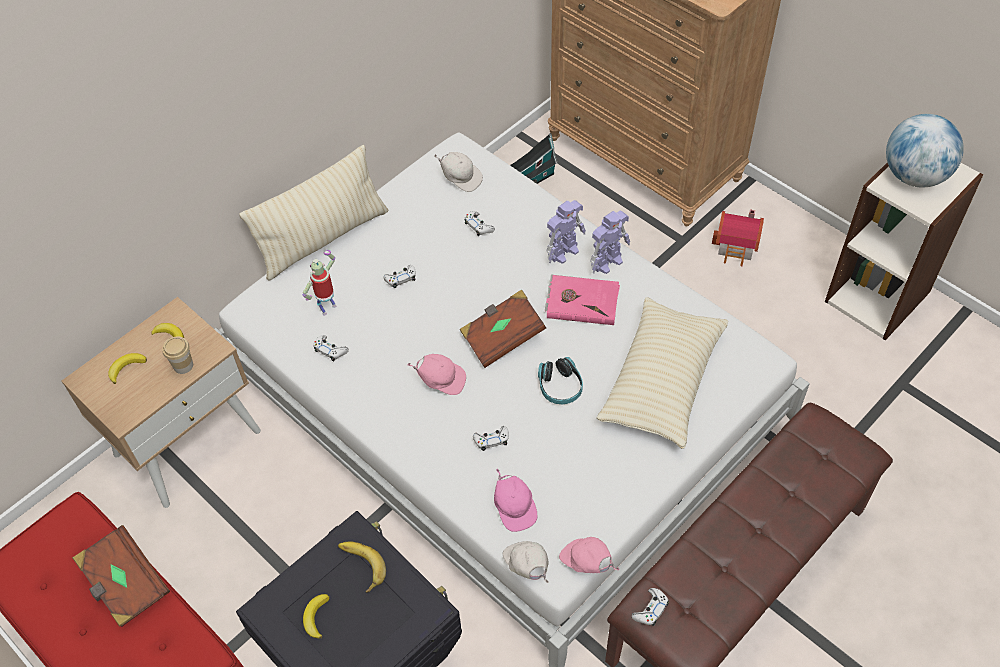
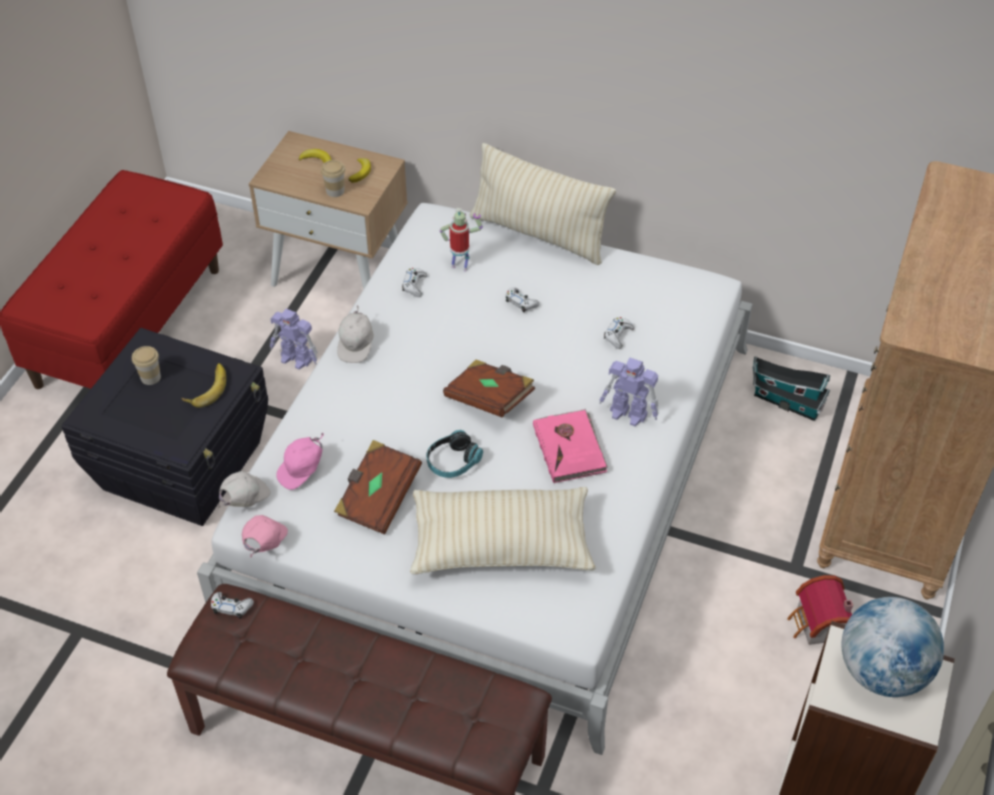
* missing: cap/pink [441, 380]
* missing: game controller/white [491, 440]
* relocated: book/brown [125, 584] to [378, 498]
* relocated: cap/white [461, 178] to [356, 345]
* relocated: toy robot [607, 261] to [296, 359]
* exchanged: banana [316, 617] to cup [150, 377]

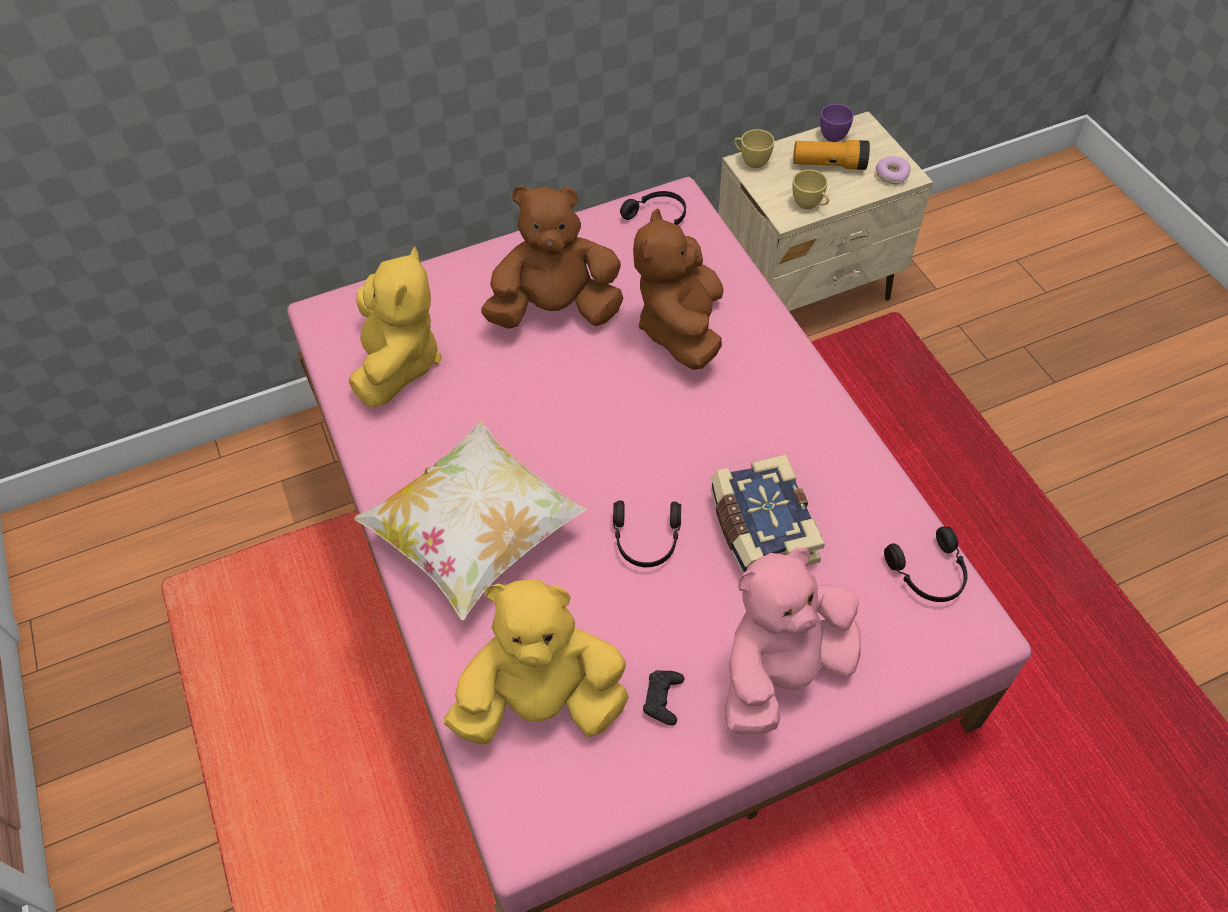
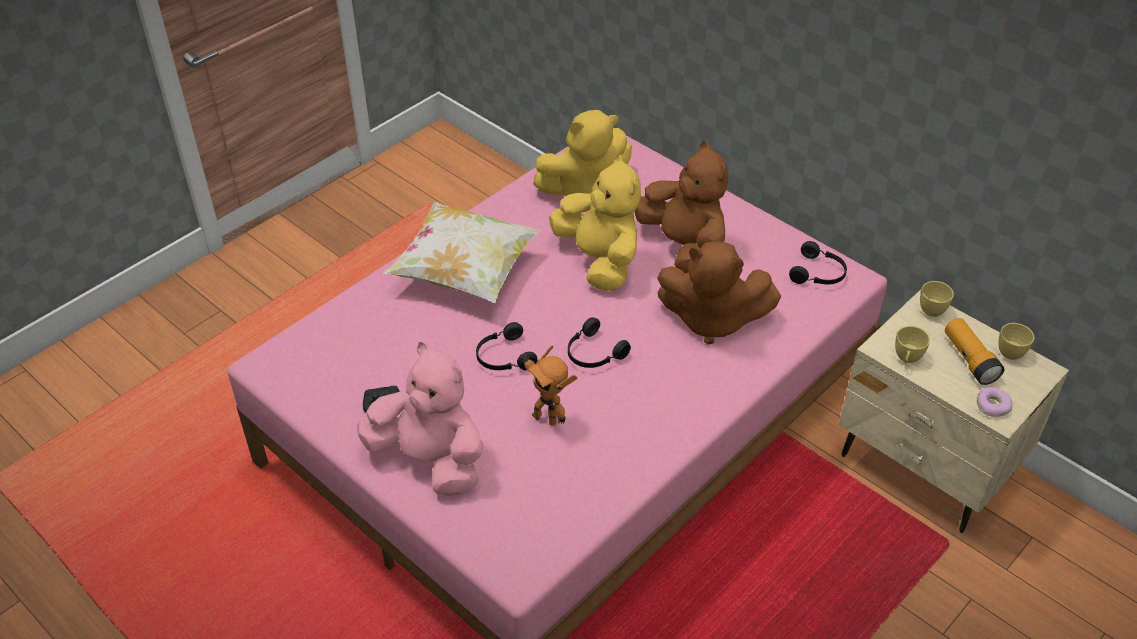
* relocated: plush toy/yellow [543, 701] to [599, 261]
* relocated: headphones/black [929, 574] to [593, 353]
* exchanged: book [760, 528] to toy robot [546, 417]
* colour: cup/purple [831, 134] to cup/yellow [1012, 351]
* spun: plush toy/brown [681, 328] = [711, 320] 150 degrees counterclockwise

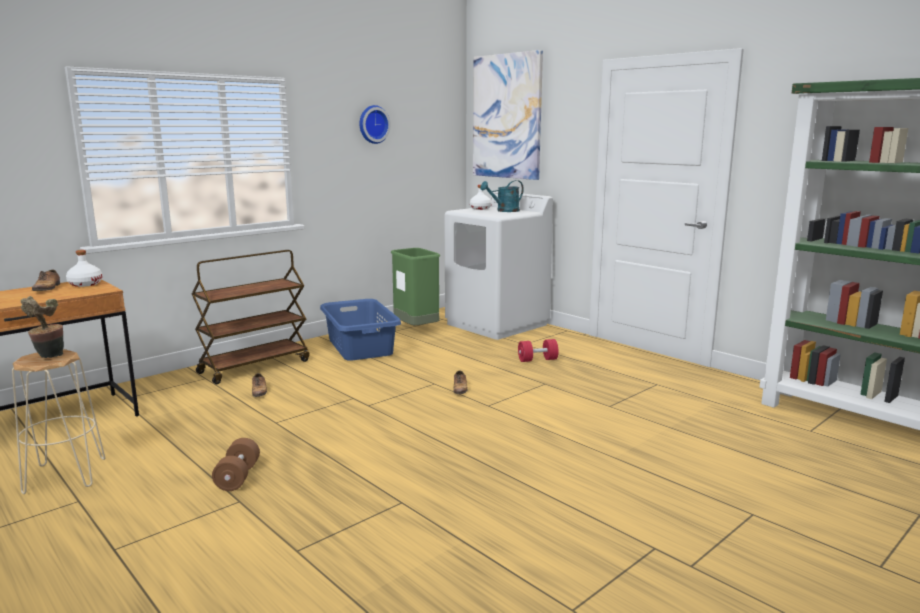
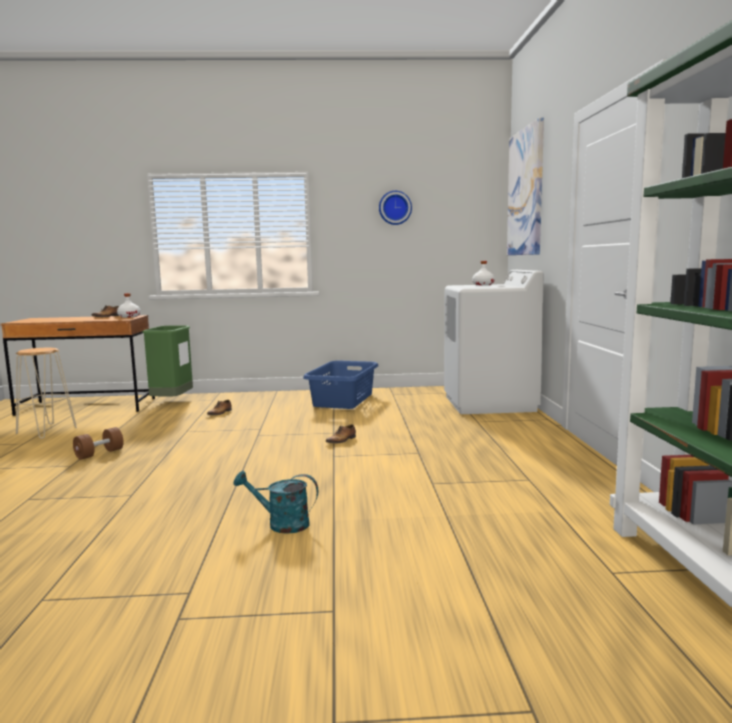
* missing: potted plant [48, 357]
* missing: cart/brown [255, 366]
* missing: dumbbell/red [537, 360]
* relocated: trash can/green [416, 329] to [172, 402]
* relocated: watering can/turquoise [504, 211] to [281, 524]

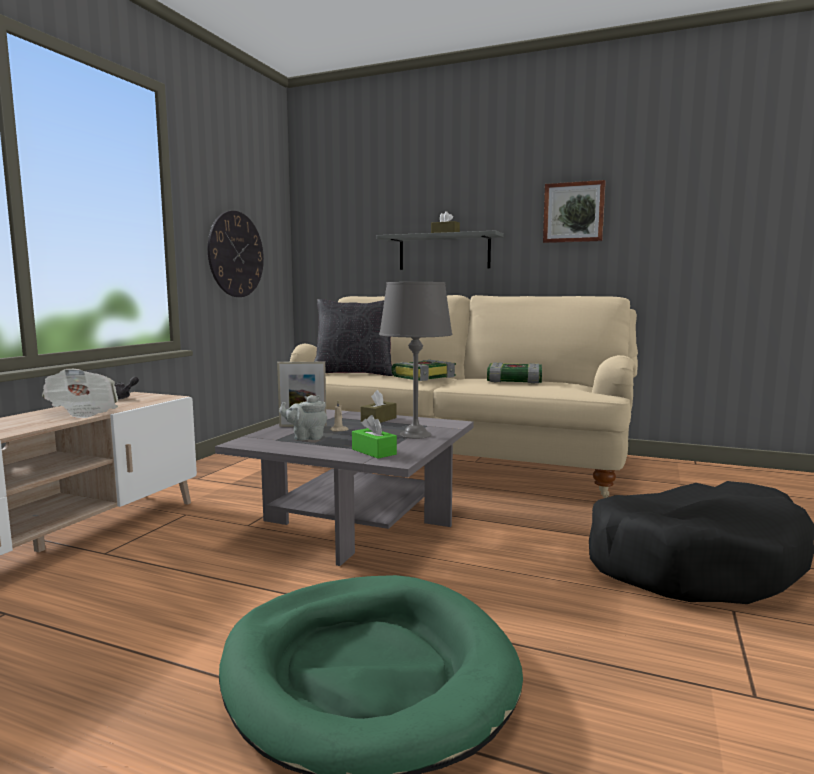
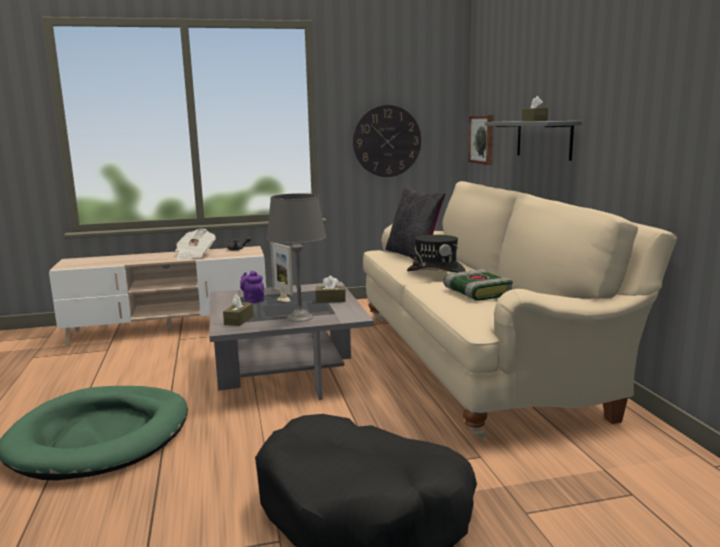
* relocated: picture [573, 212] to [482, 139]
* exchanged: book [424, 377] to hat/black [436, 271]
* colour: teapot/grey [306, 438] to teapot/purple [253, 300]
* colour: tissue box/green [374, 452] to tissue box/brown [239, 320]

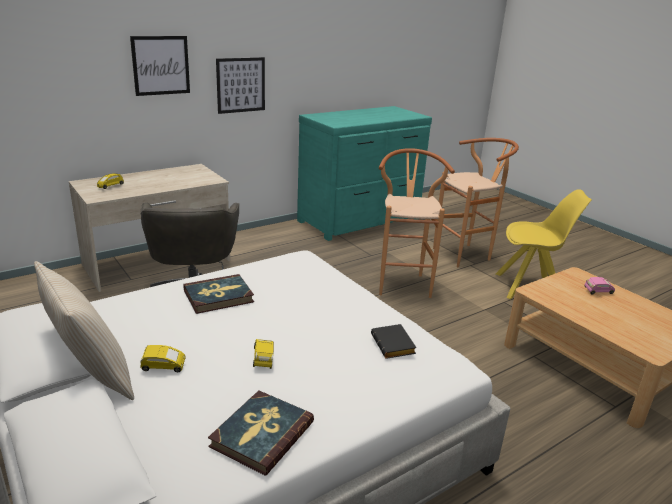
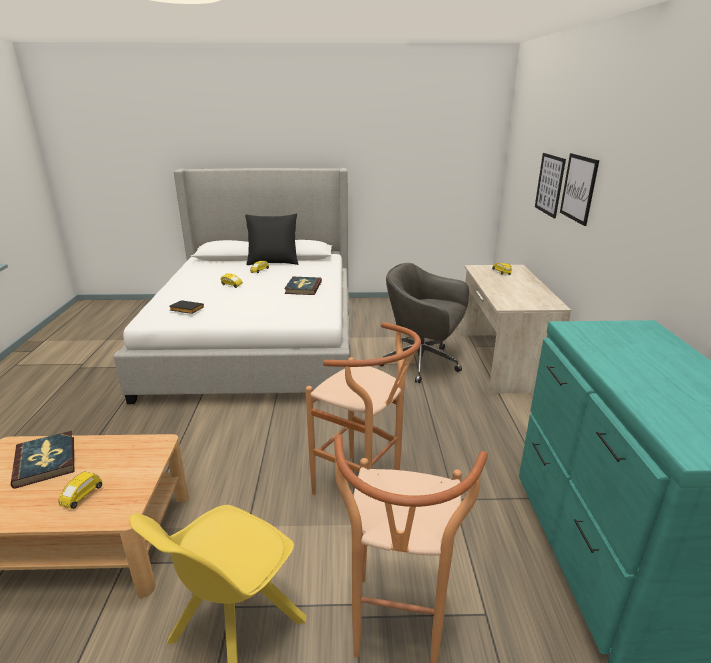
* relocated: book [261, 434] to [46, 461]
* relocated: picture [241, 85] to [549, 184]
* colour: pillow/beige [91, 376] to pillow/black [273, 262]
* colour: toy car/pink [598, 292] to toy car/yellow [81, 496]

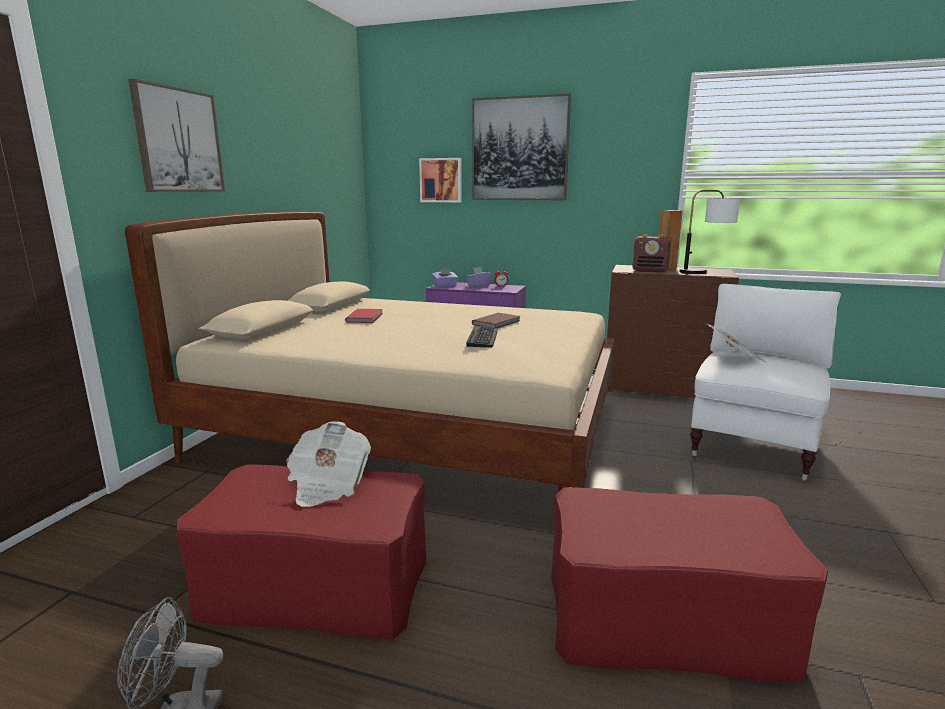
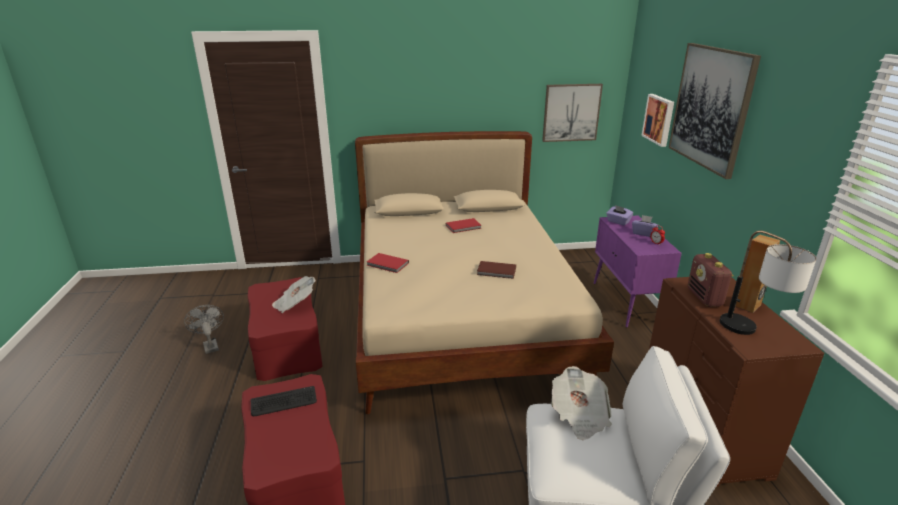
* appeared: book/red [387, 264]
* relocated: picture [178, 141] to [571, 112]
* relocated: keyboard [483, 337] to [284, 402]

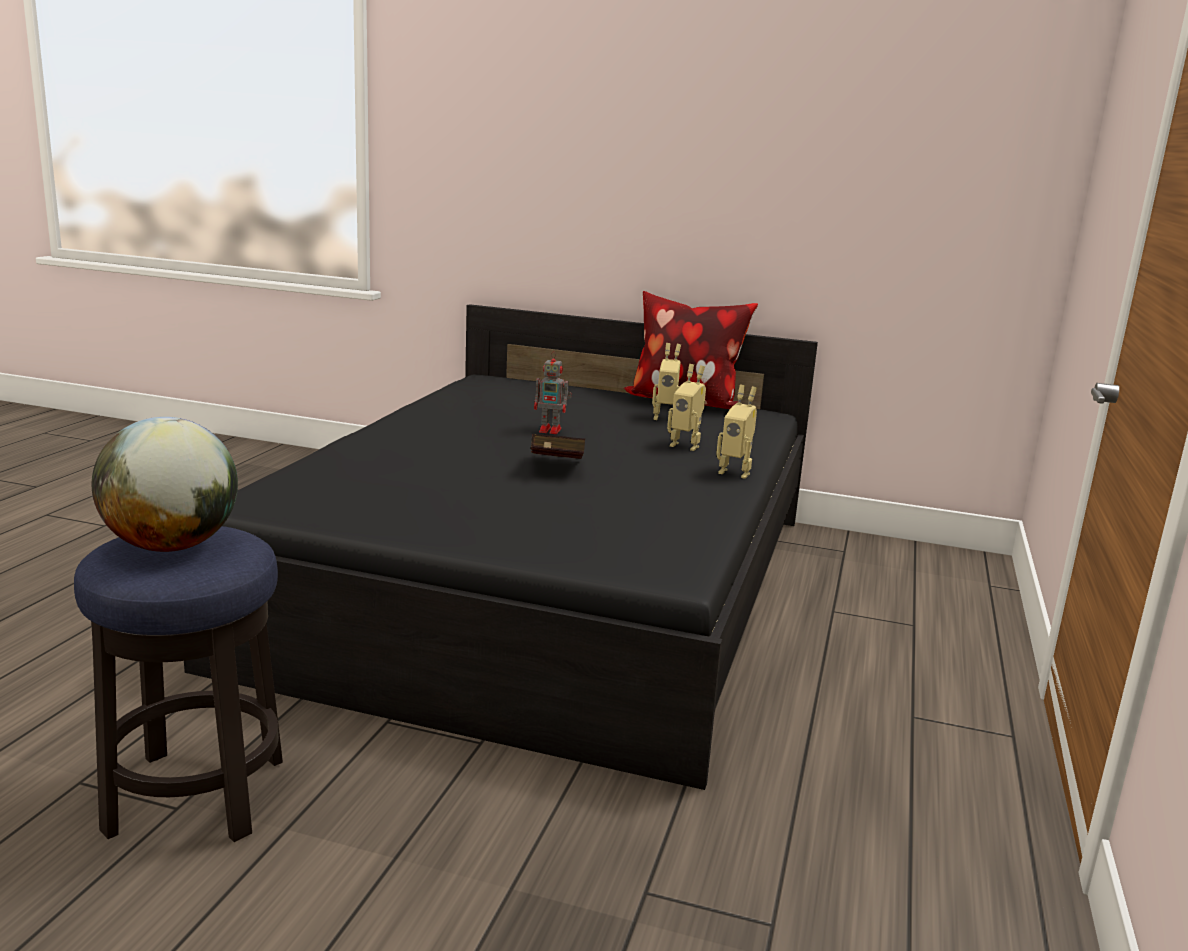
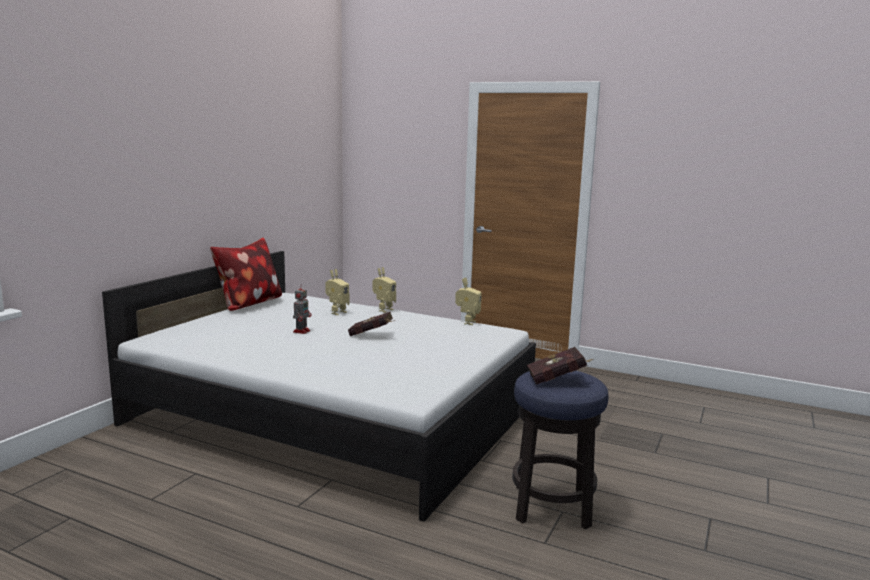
* relocated: toy robot [666, 418] to [467, 322]
* exchanged: globe [172, 546] to book/red [558, 380]
* colour: bed/black [548, 584] to bed/white [334, 414]

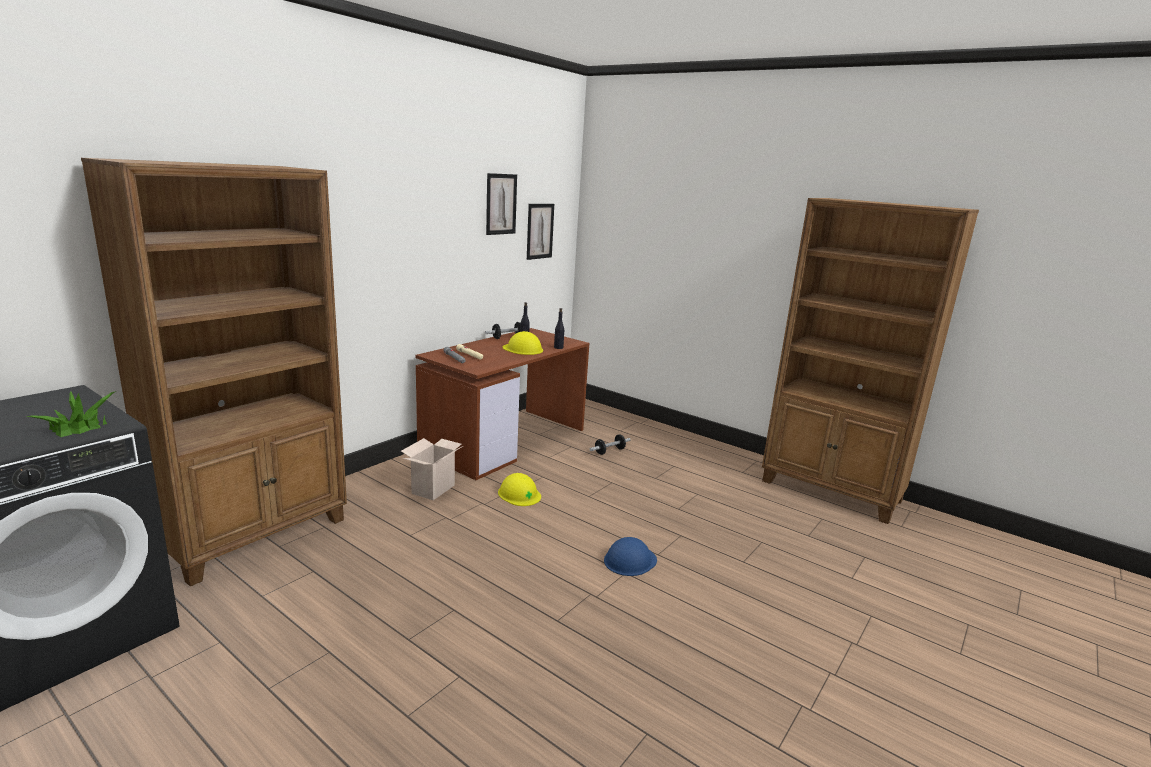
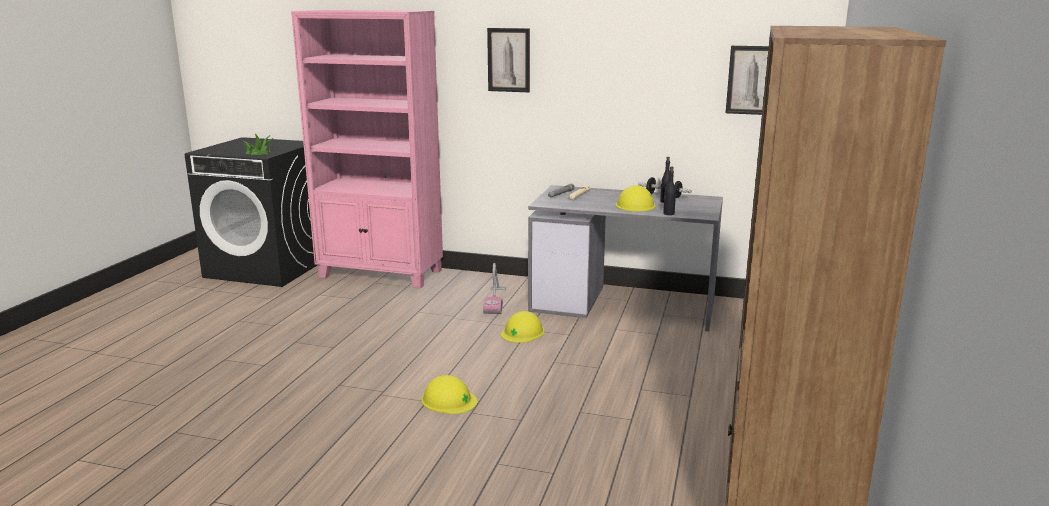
* missing: dumbbell [609, 451]
* relocated: picture [501, 204] to [508, 60]
* exchanged: cardboard box [433, 488] to vacuum cleaner [495, 301]
* colour: bookcase/brown [256, 535] to bookcase/pink [381, 274]
* colour: desk/brown [505, 440] to desk/grey [624, 304]
* colour: hard hat/blue [630, 560] to hard hat/yellow [449, 400]

